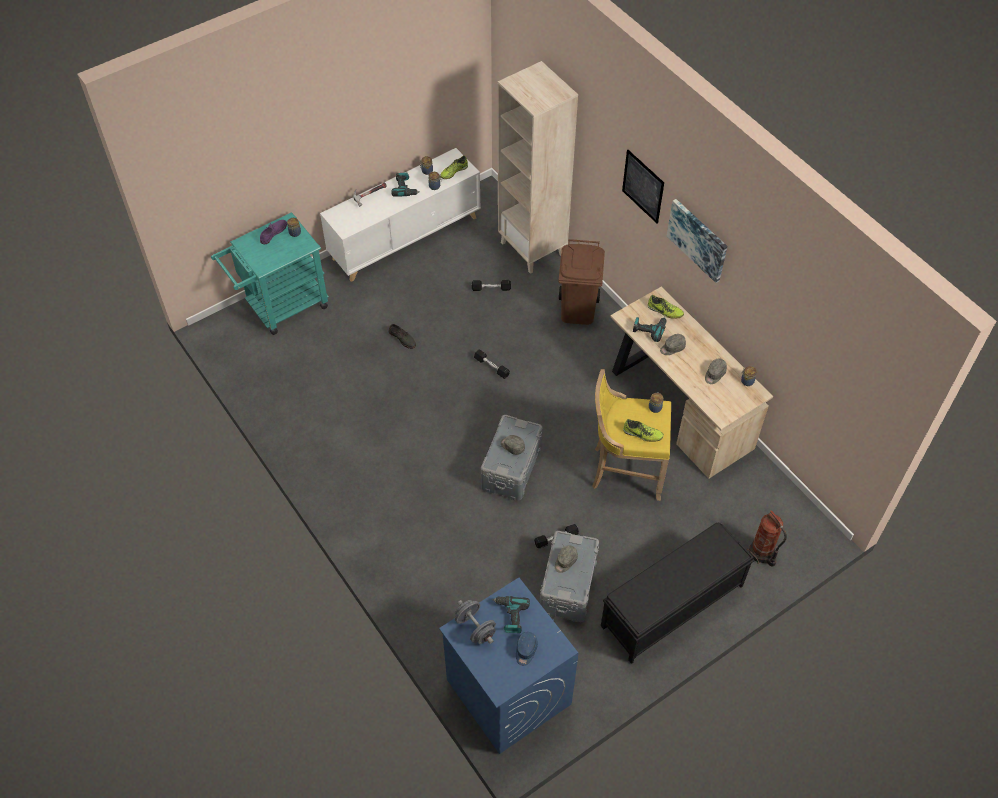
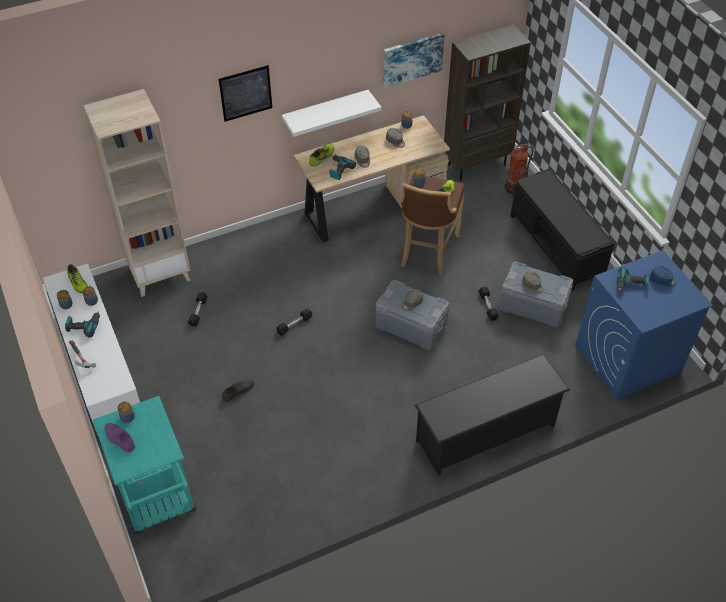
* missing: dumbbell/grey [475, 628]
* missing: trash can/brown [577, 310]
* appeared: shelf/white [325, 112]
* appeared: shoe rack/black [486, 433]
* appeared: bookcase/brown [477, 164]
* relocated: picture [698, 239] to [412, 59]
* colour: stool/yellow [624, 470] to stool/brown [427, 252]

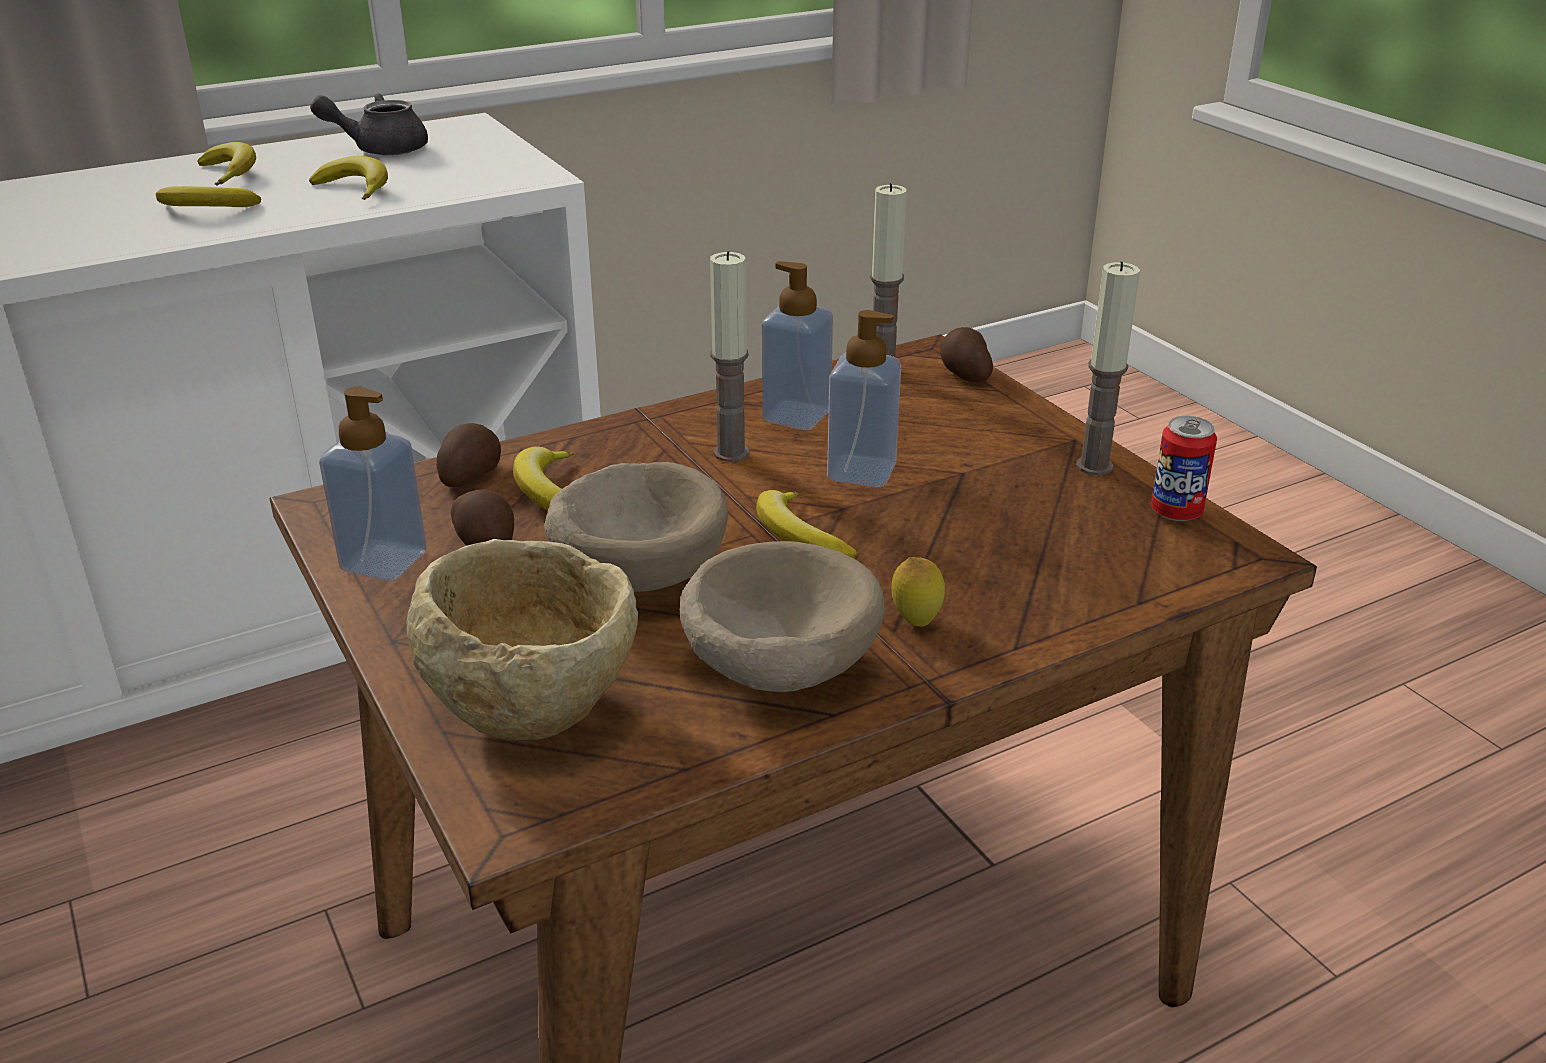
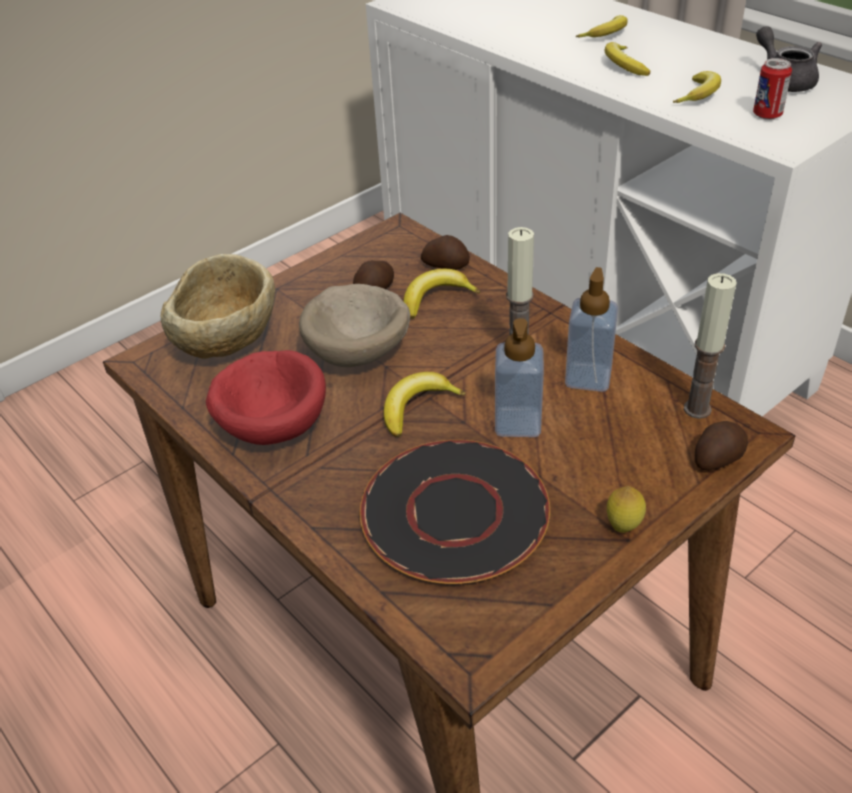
* missing: soap dispenser [384, 561]
* missing: candle [1094, 466]
* appeared: plate/black [454, 511]
* relocated: banana [230, 173] to [606, 34]
* relocated: lemon [916, 621] to [623, 526]
* relocated: can [1176, 512] to [767, 115]
* colour: bowl/beige [777, 666] to bowl/red [274, 423]

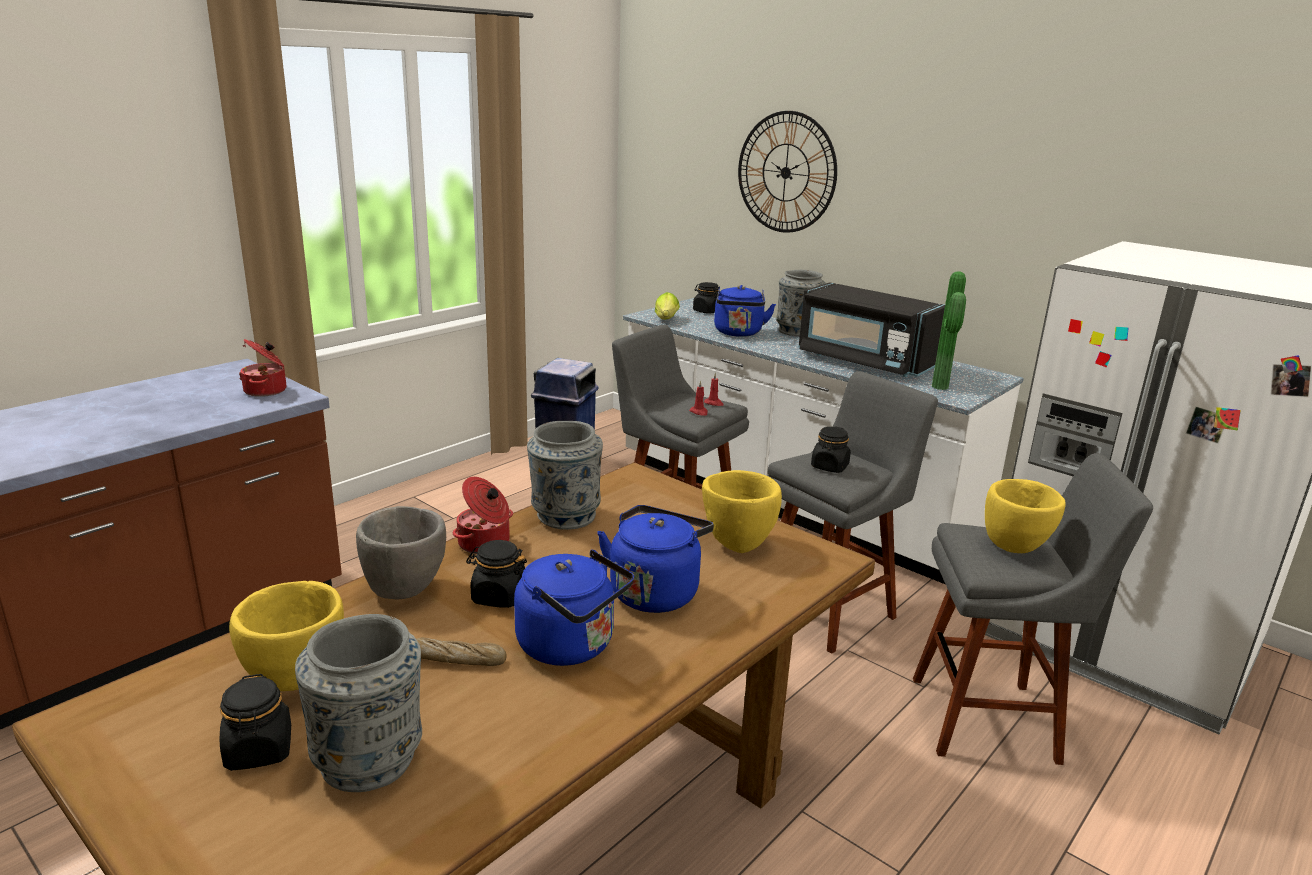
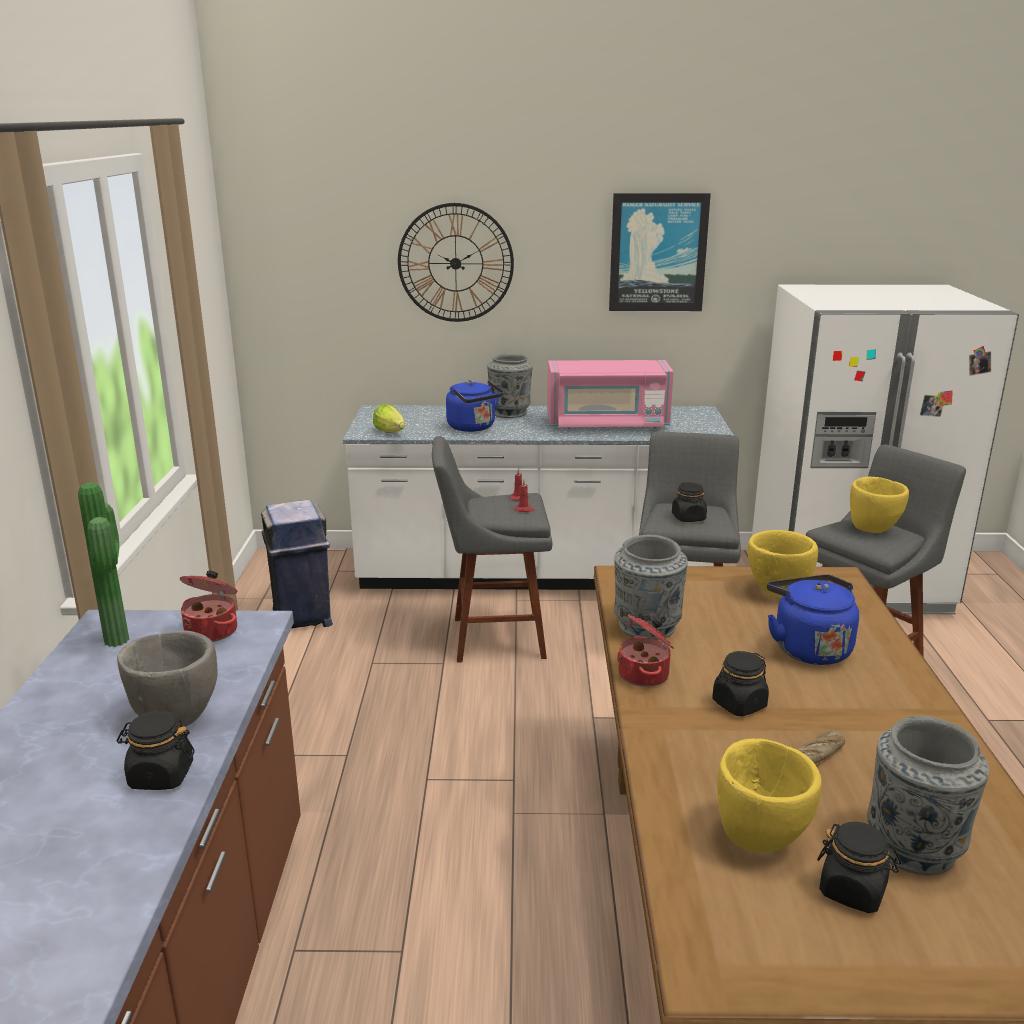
* missing: kettle/blue [571, 646]
* appeared: picture [658, 252]
* relocated: bowl/grey [405, 588] to [175, 717]
* relocated: jar/black [706, 311] to [161, 776]
* relocated: potted plant [943, 387] to [121, 639]
* colour: microwave/black [864, 361] to microwave/pink [607, 424]

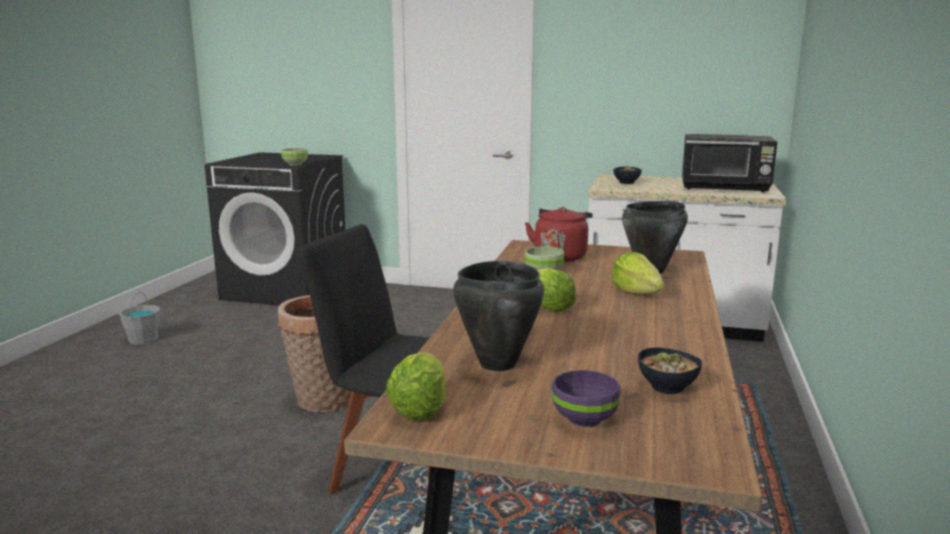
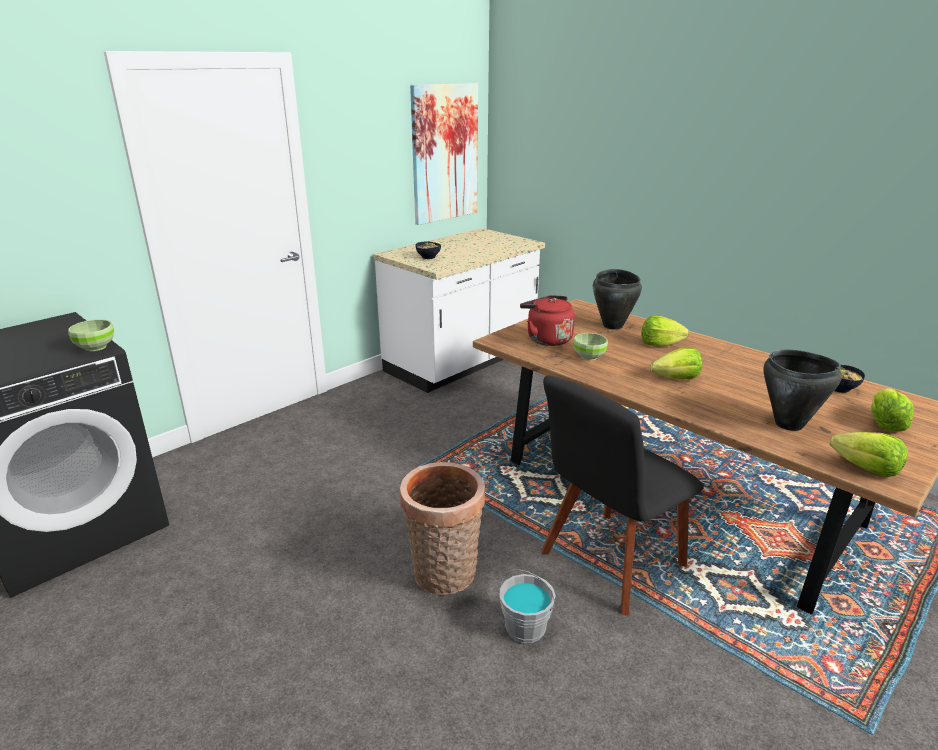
* missing: microwave/black [725, 188]
* appeared: picture [444, 153]
* relocated: bucket/grey [143, 339] to [526, 627]
* exchanged: bowl/purple [583, 419] to lettuce [884, 423]

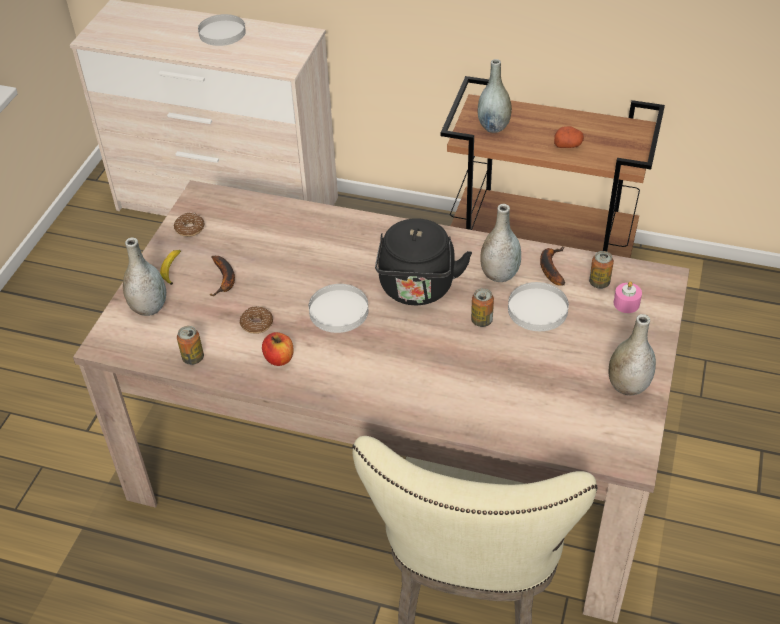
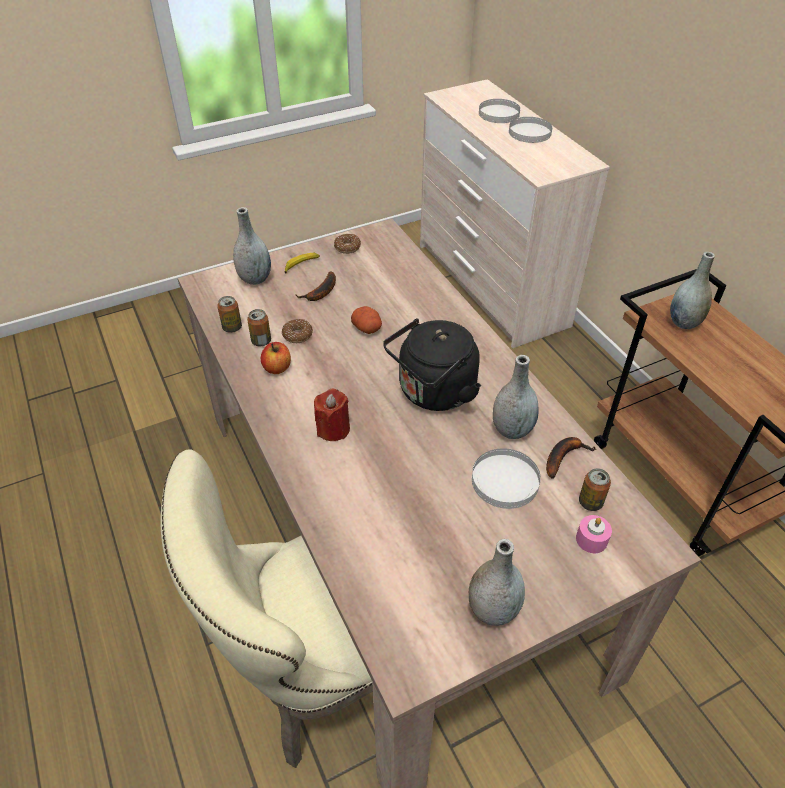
* appeared: candle/red [333, 429]
* relocated: plate/white [339, 311] to [499, 114]
* relocated: can [481, 320] to [261, 341]
* relocated: potato [568, 145] to [367, 328]

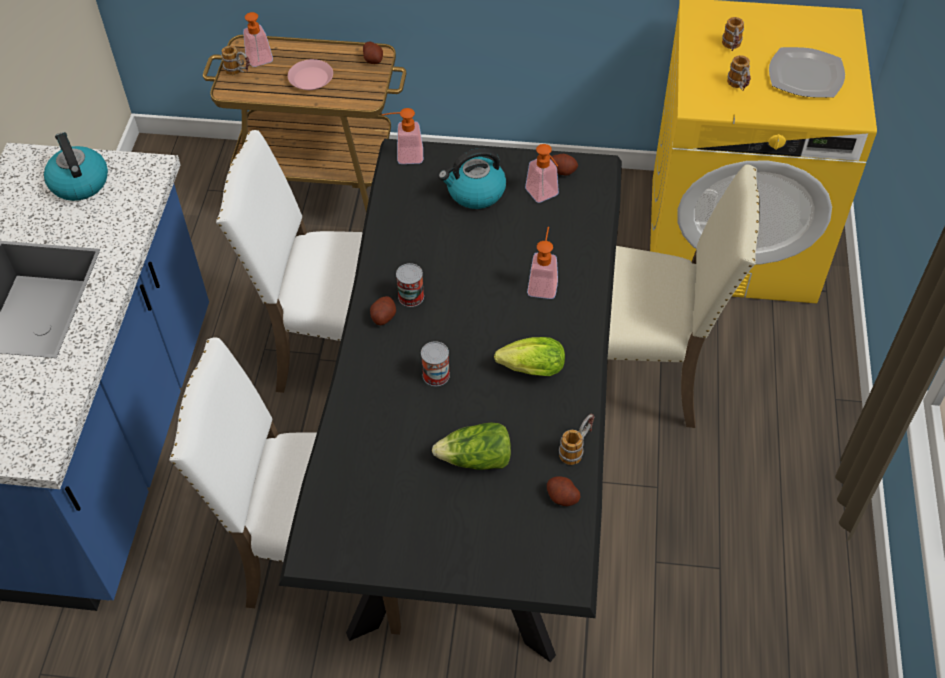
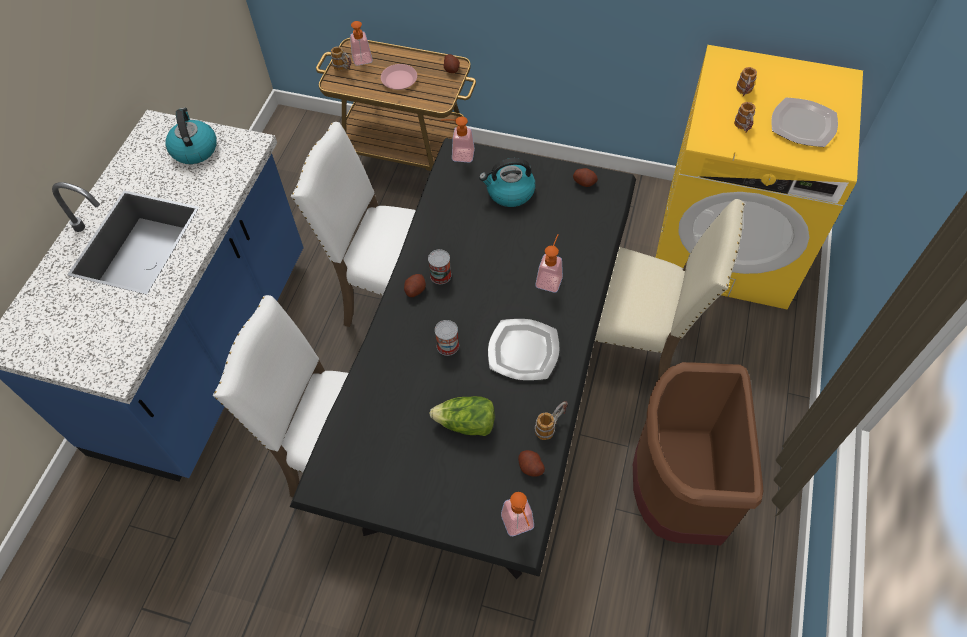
* appeared: trash can/brown [675, 492]
* relocated: soap dispenser [544, 196] to [519, 526]
* exchanged: lettuce [528, 370] to plate [524, 351]

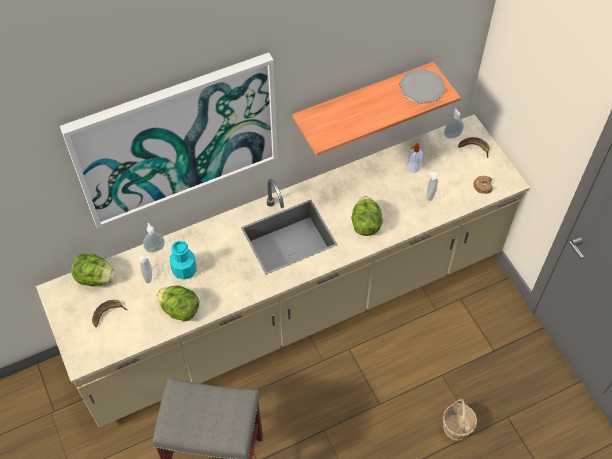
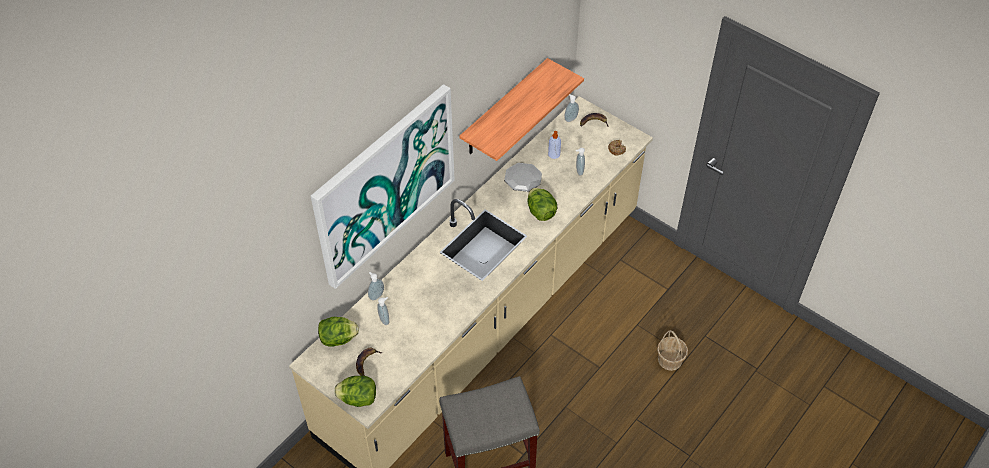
* missing: bottle/turquoise [184, 270]
* relocated: lettuce [180, 310] to [358, 398]
* relocated: plate [422, 87] to [523, 178]

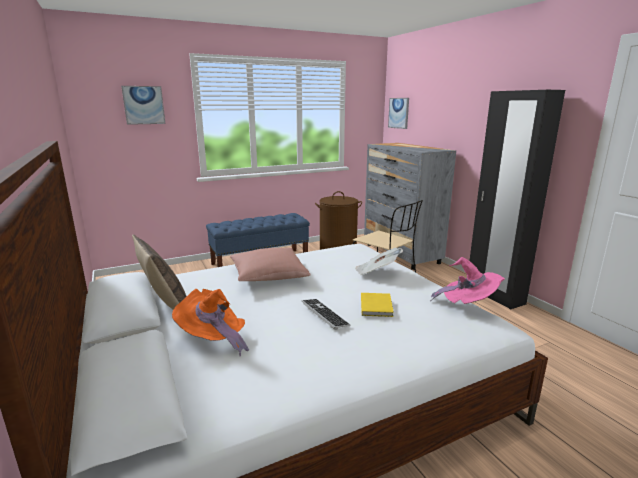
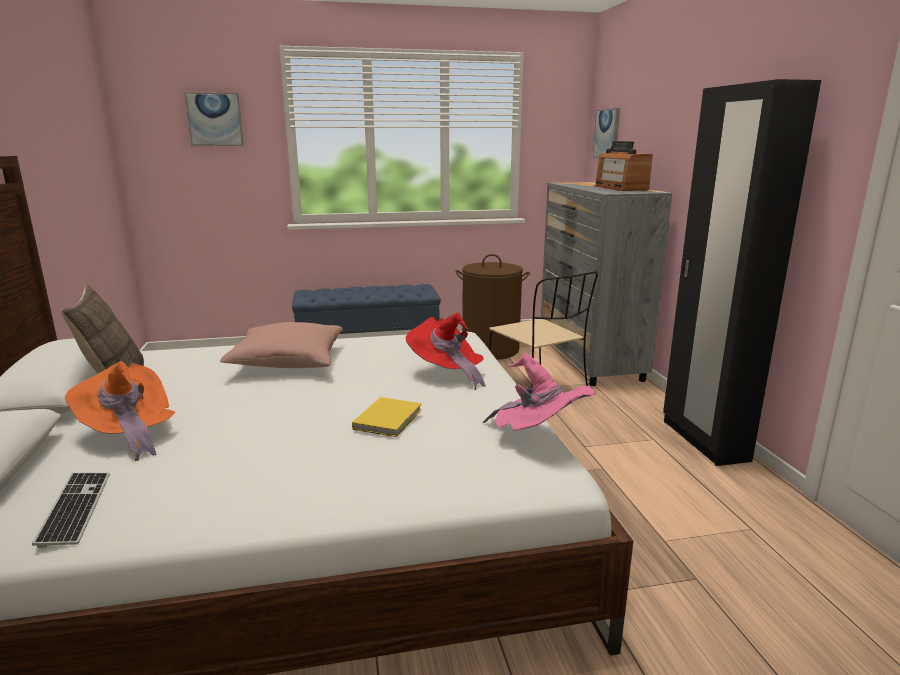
* appeared: radio [620, 188]
* relocated: keyboard [324, 314] to [75, 509]
* exchanged: newspaper [376, 272] to hat/red [446, 373]

